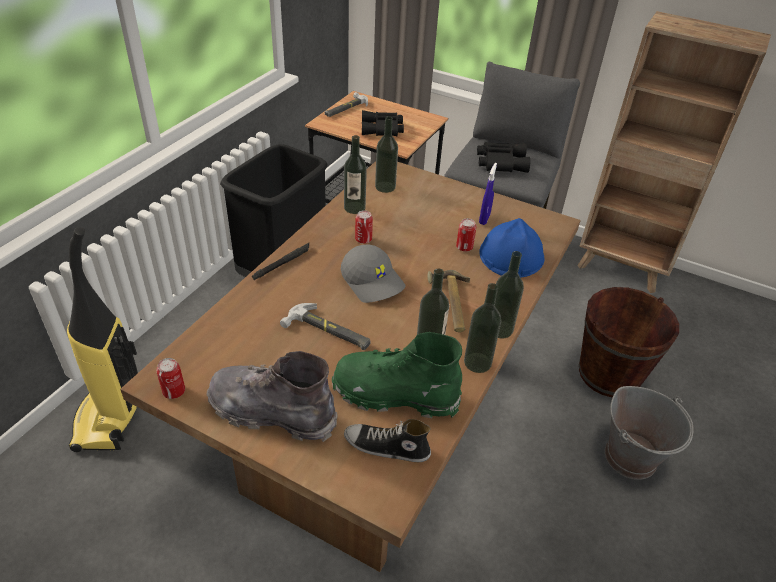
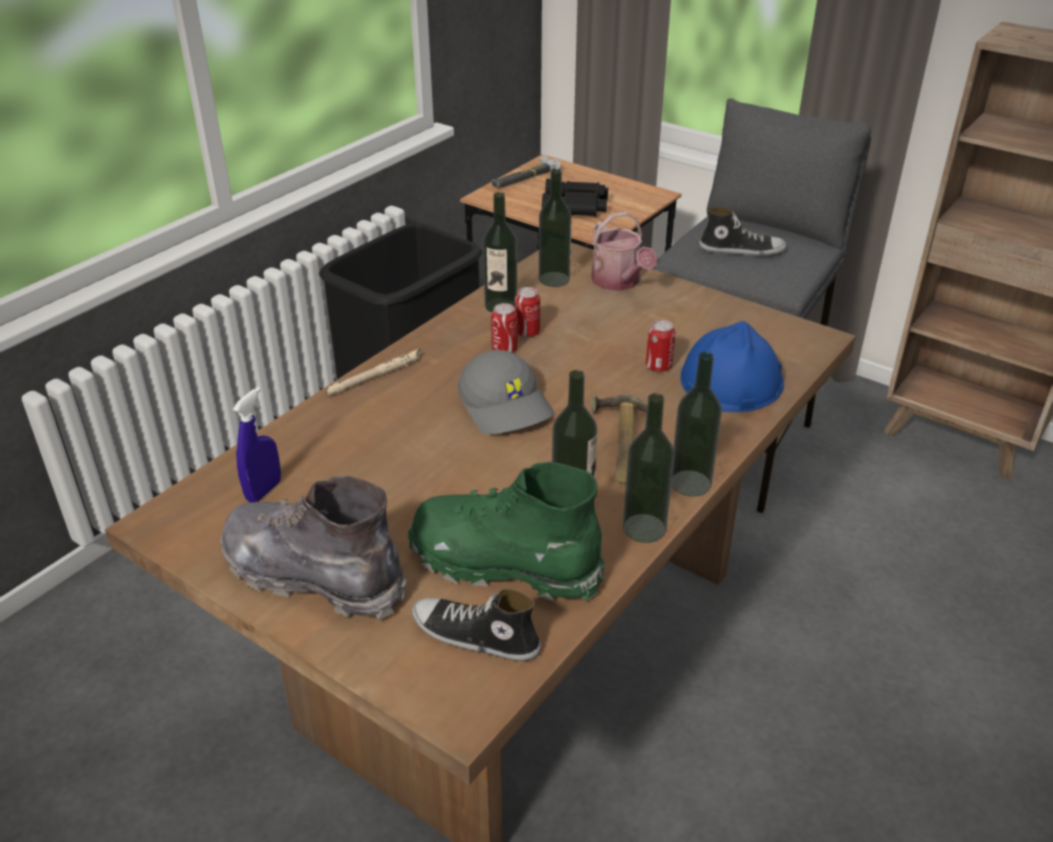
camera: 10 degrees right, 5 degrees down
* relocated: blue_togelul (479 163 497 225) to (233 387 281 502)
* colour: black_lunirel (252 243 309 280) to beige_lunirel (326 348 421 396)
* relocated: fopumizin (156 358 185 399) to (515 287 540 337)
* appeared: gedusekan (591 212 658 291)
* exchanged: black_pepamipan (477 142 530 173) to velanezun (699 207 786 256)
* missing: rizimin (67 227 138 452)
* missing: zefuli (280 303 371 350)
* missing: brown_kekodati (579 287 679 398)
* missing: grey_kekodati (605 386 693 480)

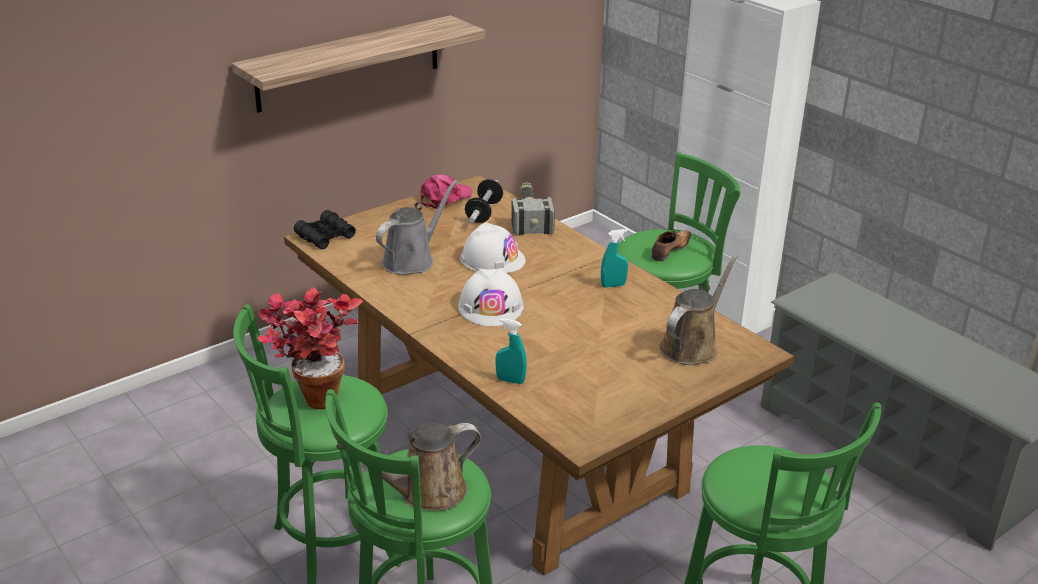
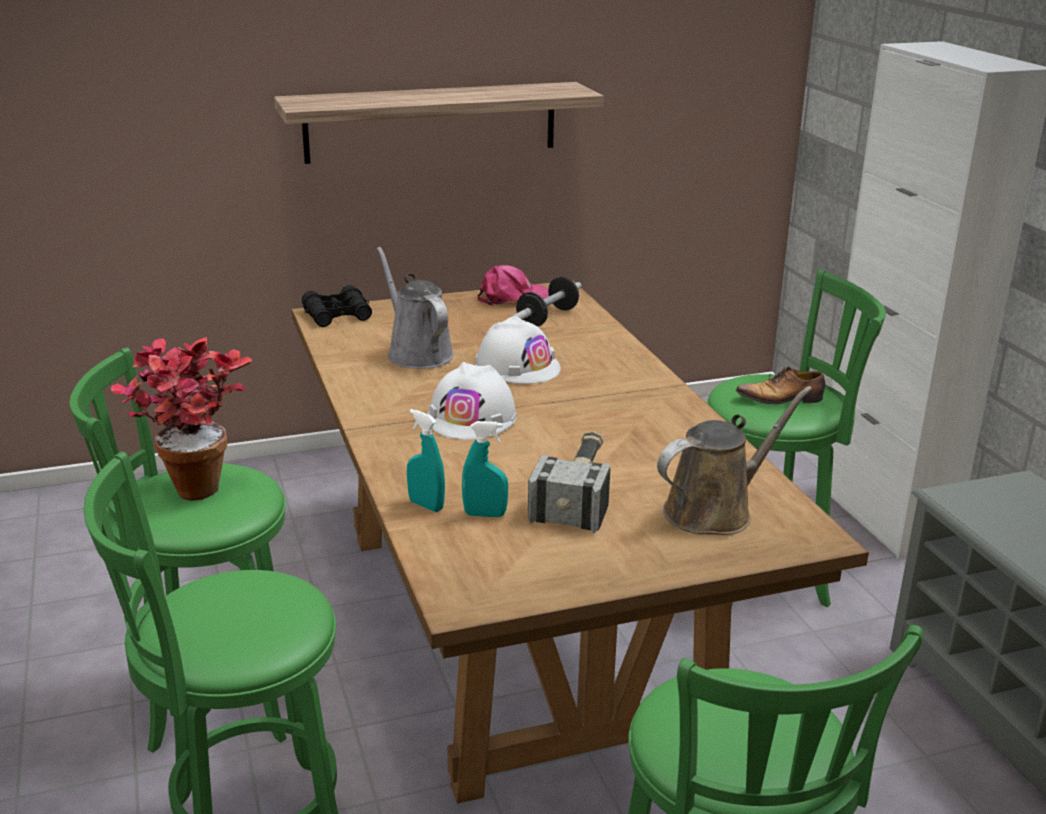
camera: 20 degrees right, 5 degrees down
* spun: grey_gedusekan (376 180 458 275) = (377 247 454 369) 90 degrees counterclockwise
* relocated: turquoise_togelul (601 229 628 288) to (462 421 508 517)
* relocated: zefuli (511 182 555 236) to (528 431 610 533)
* spun: velanezun (652 230 691 261) = (736 366 826 404) 150 degrees counterclockwise
* missing: brown_gedusekan (336 423 481 511)

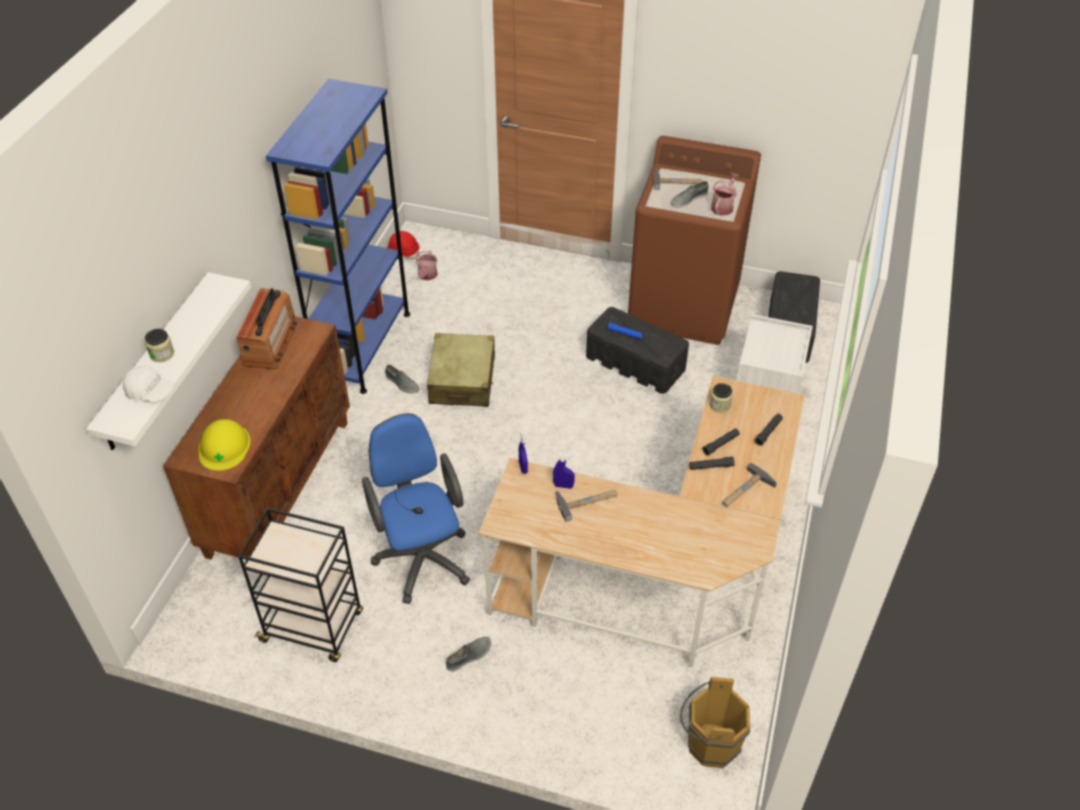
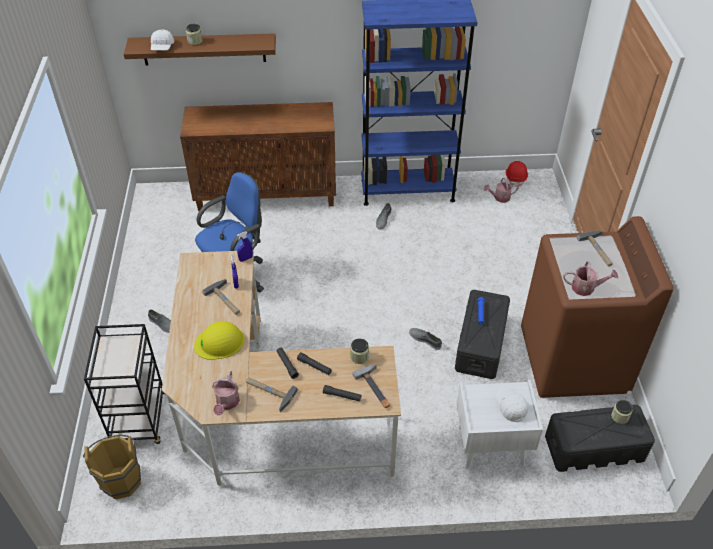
camera: 70 degrees right, 0 degrees up
* relocated: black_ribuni (238 508 363 662) to (84 324 165 444)
* colour: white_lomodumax (86 272 251 450) to brown_lomodumax (124 33 276 66)
* relocated: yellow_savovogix (199 419 251 471) to (194 321 244 360)
* appeared: gedusekan (212 371 240 415)
* appeared: zefuli (353 365 390 408)
* relocated: grey_velanezun (671 181 709 208) to (409 328 442 350)
* appeared: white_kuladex (496 387 528 422)
* appeared: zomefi (611 400 633 424)
* missing: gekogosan (236 288 298 369)
* missing: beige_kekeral (427 333 495 407)

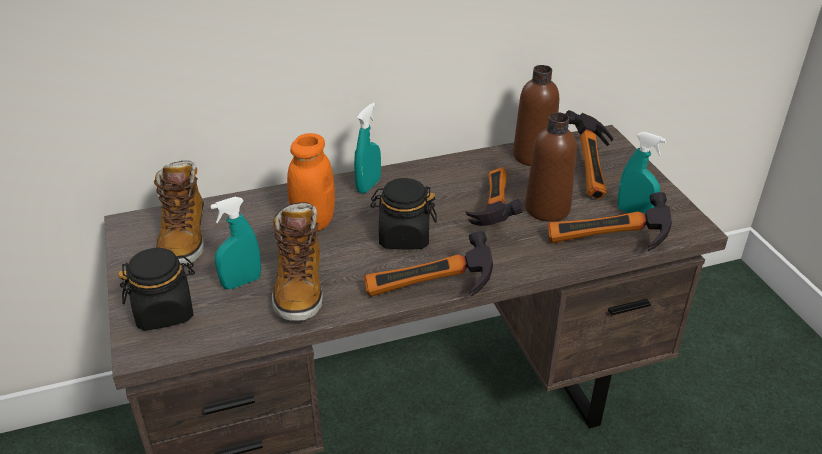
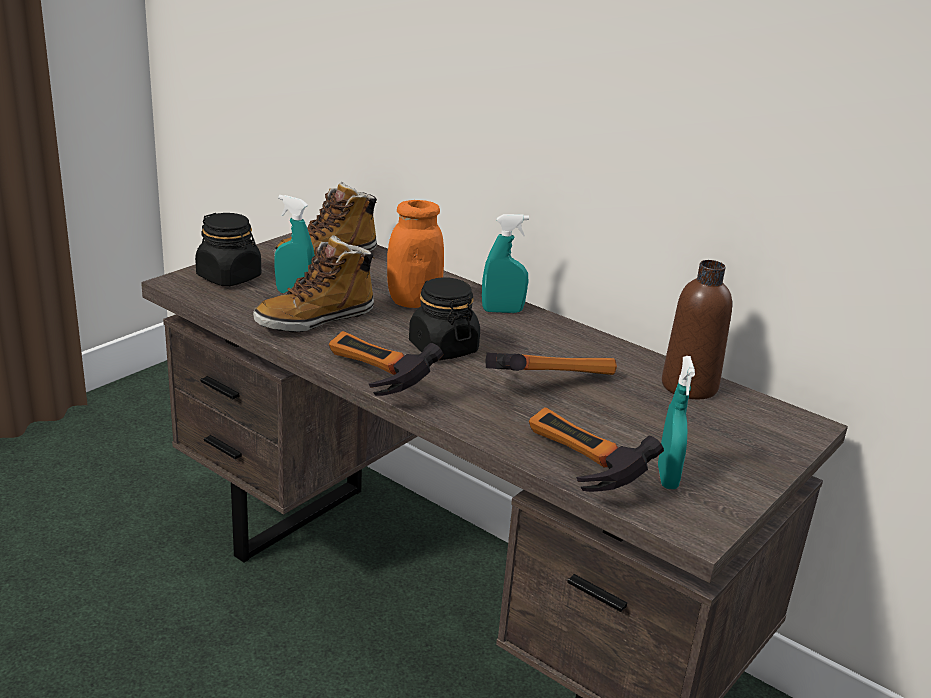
camera: 55 degrees right, 10 degrees down
* missing: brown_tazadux (525 112 577 222)
* missing: zefuli (566 110 613 199)

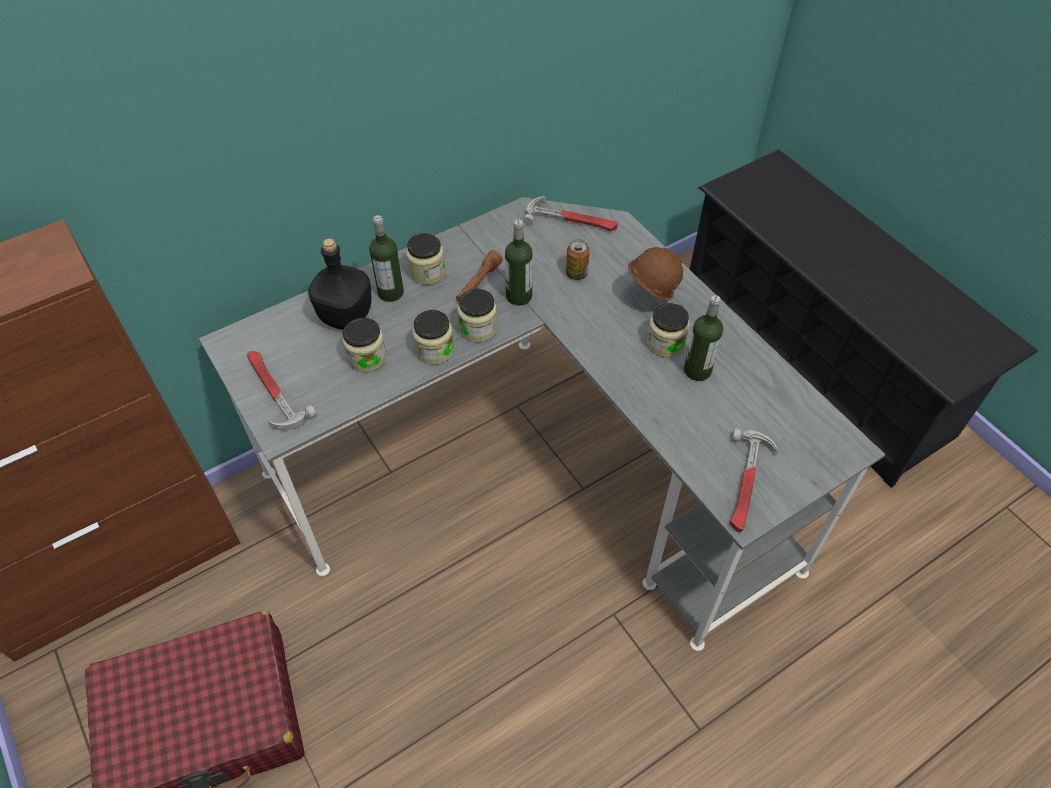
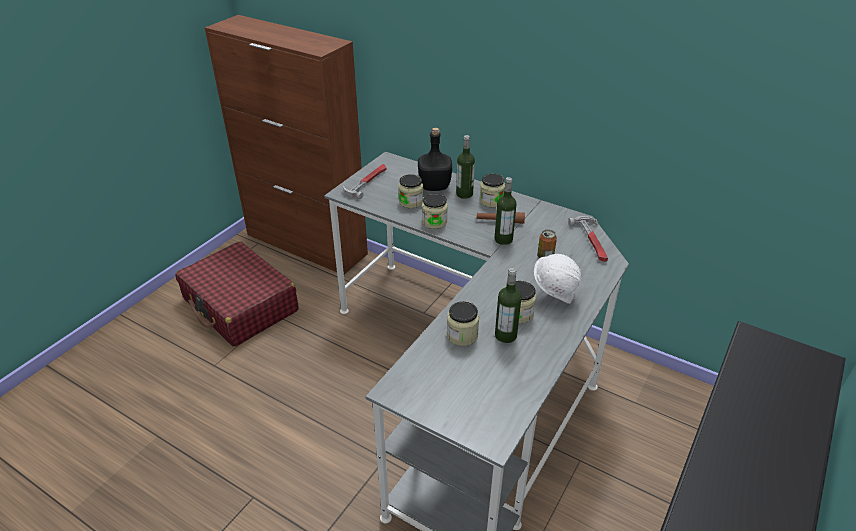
camera: 65 degrees right, 15 degrees down
* relocated: zomefi (457 289 497 342) to (447 301 479 346)
* colour: brown_savovogix (628 247 683 300) to white_savovogix (534 254 581 304)
* missing: zefuli (730 428 778 532)

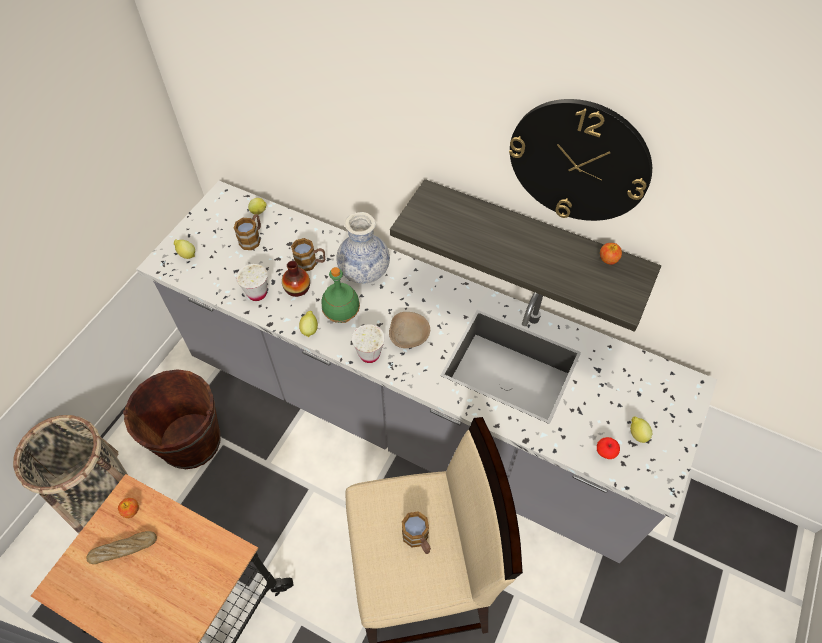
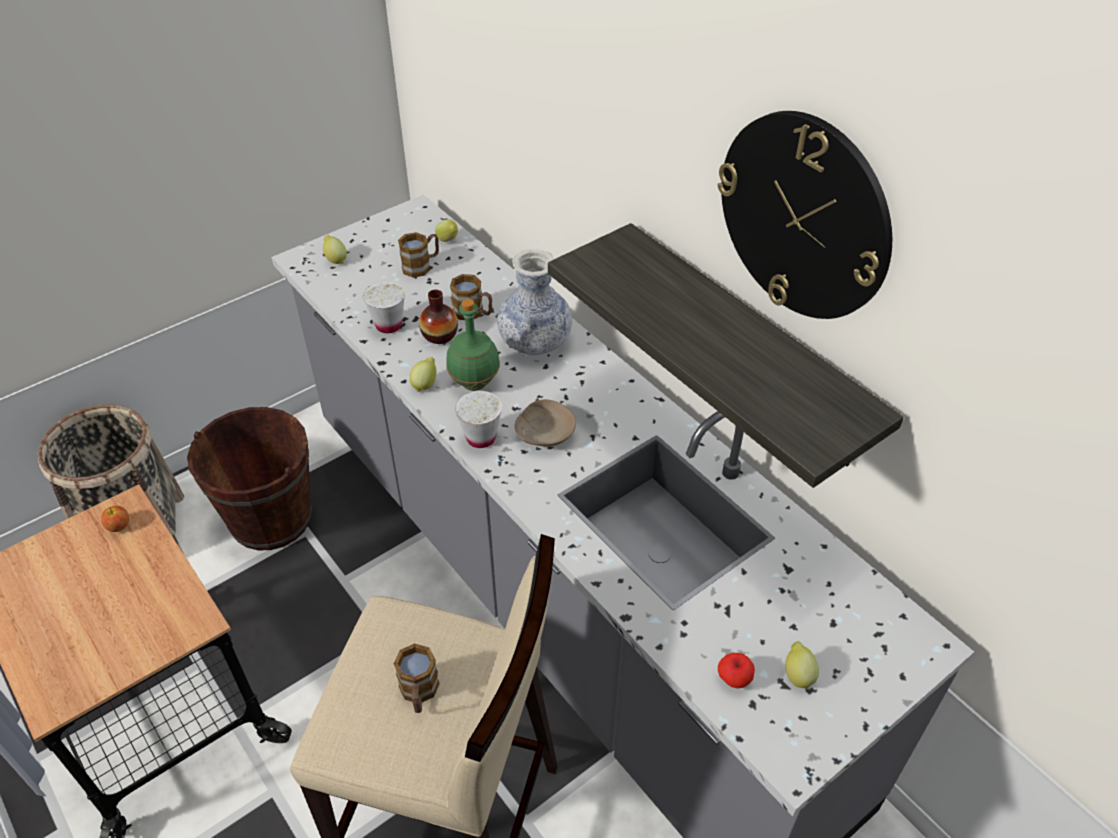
camera: 25 degrees right, 10 degrees down
* missing: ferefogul (86 531 157 564)
* missing: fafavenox (600 243 622 265)

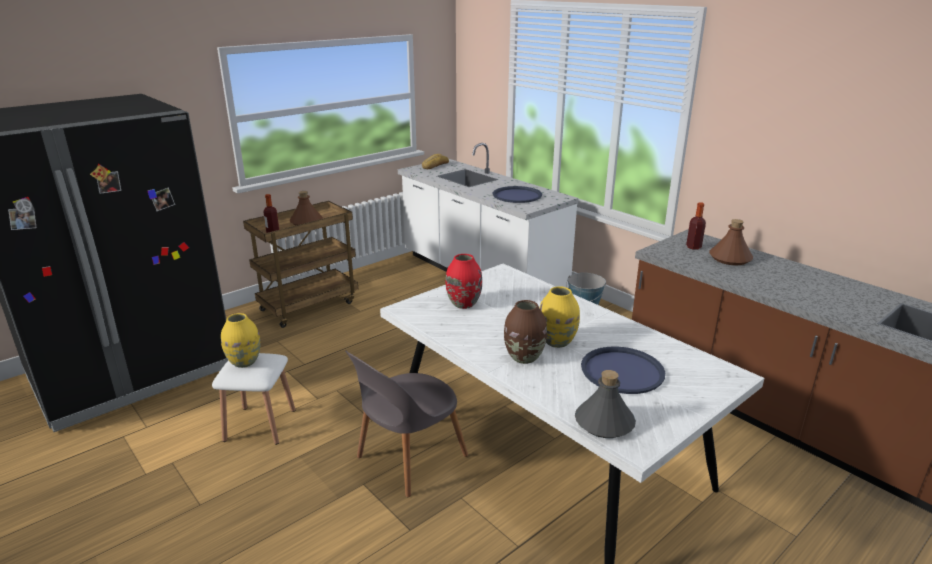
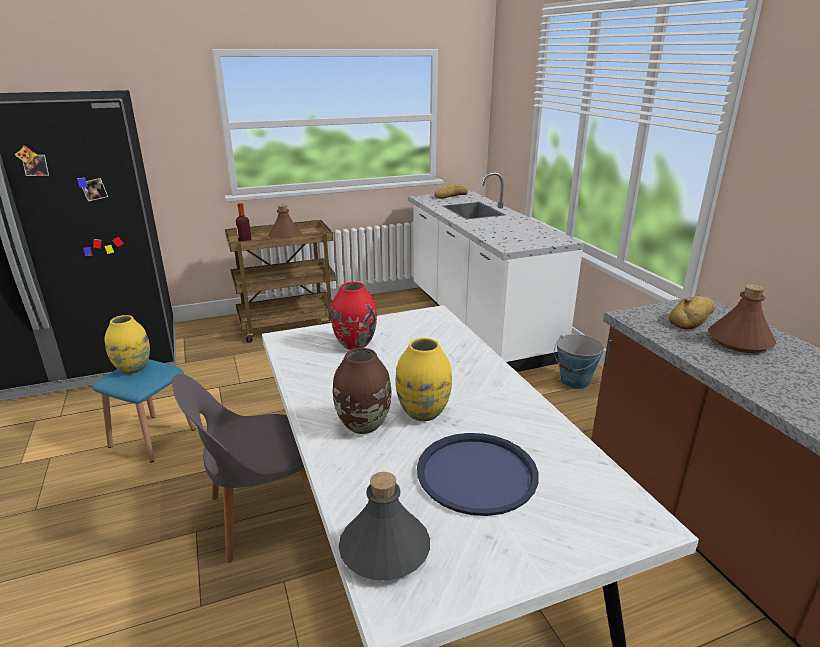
camera: 20 degrees right, 0 degrees up
* colour: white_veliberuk (212 353 296 445) to blue_veliberuk (92 359 196 463)
* exchanged: tazadux (686 202 706 250) to ferefogul (669 296 716 330)
* missing: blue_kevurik (493 186 542 203)

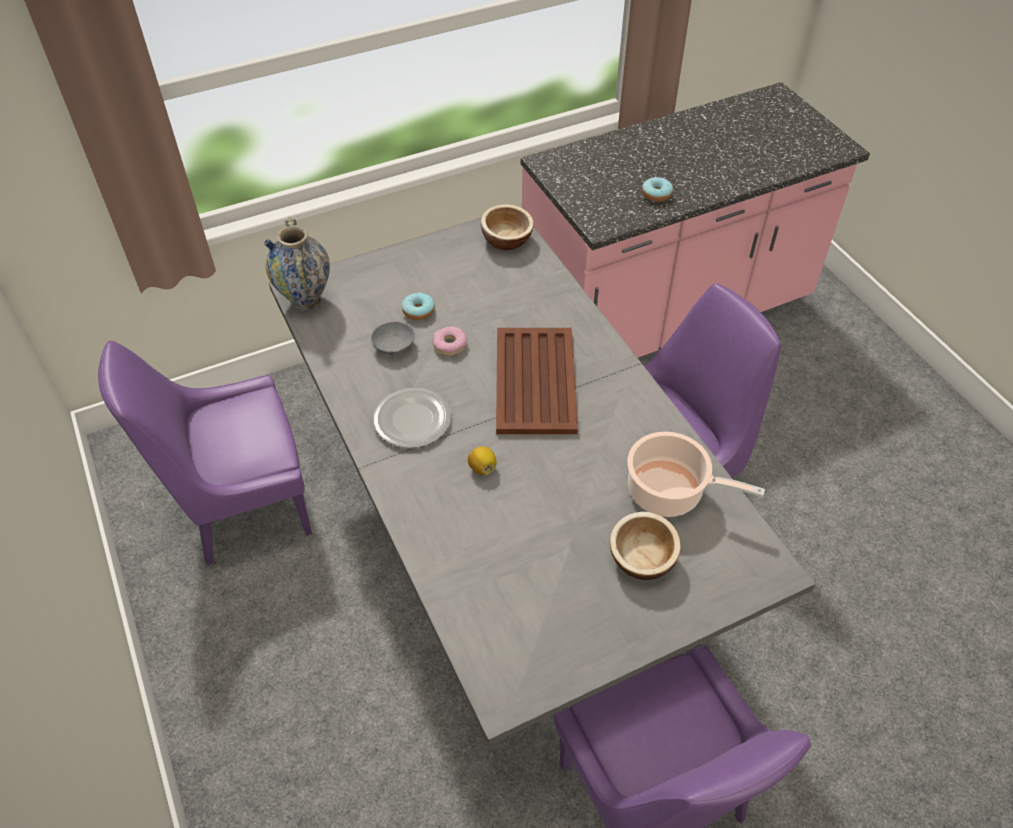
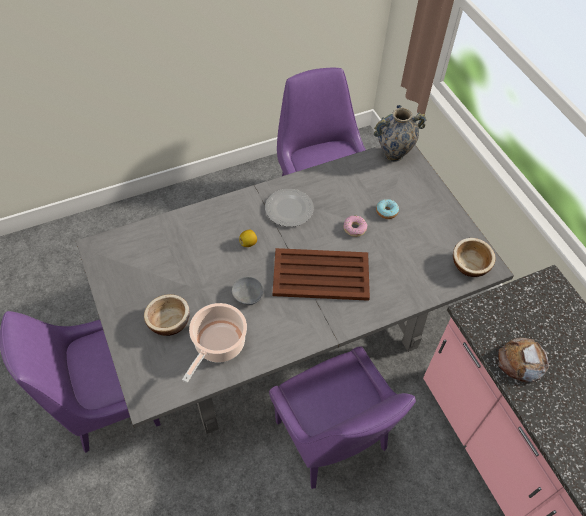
camera: 90 degrees right, 5 degrees up
* relocated: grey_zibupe (371 322 415 355) to (232 277 263 305)
* exchanged: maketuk (642 177 673 202) to ferefogul (498 338 549 383)

